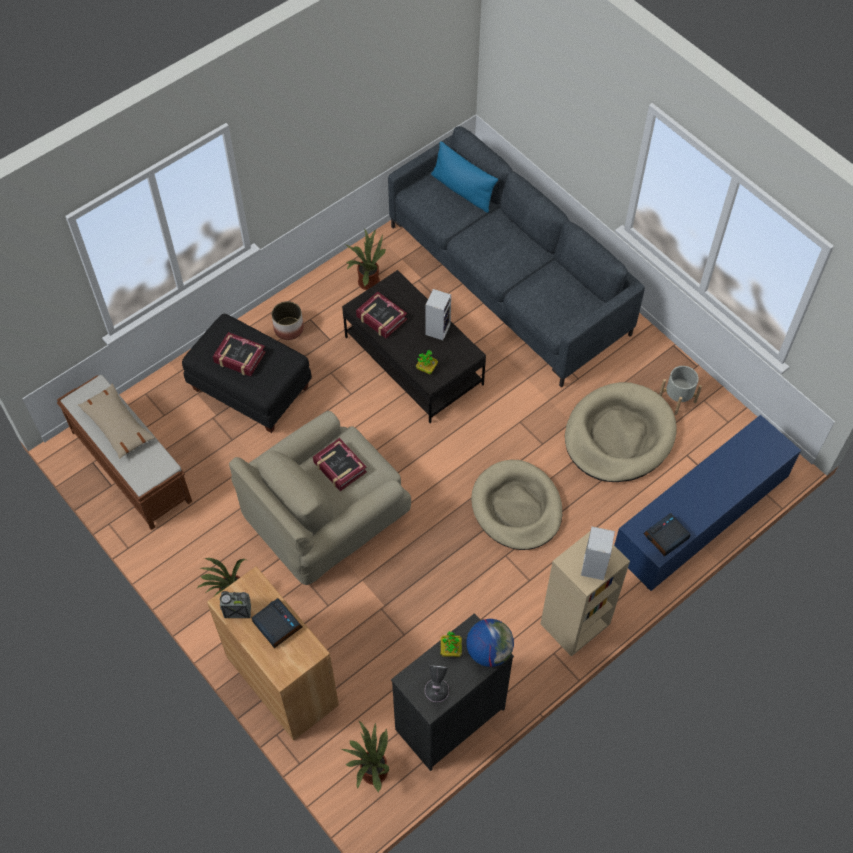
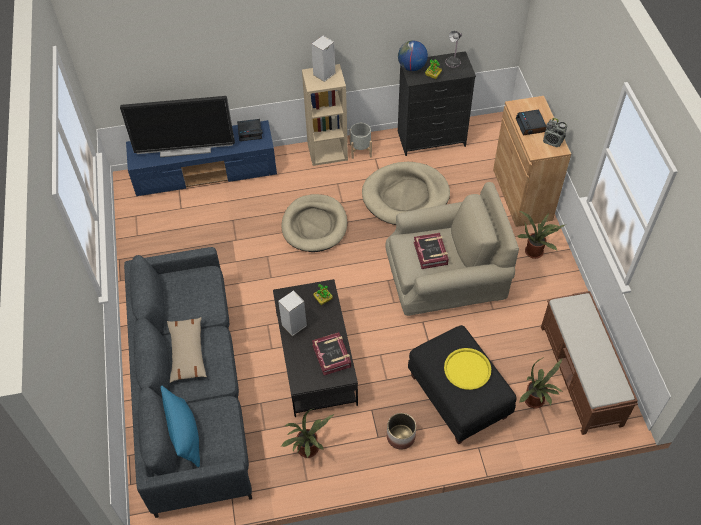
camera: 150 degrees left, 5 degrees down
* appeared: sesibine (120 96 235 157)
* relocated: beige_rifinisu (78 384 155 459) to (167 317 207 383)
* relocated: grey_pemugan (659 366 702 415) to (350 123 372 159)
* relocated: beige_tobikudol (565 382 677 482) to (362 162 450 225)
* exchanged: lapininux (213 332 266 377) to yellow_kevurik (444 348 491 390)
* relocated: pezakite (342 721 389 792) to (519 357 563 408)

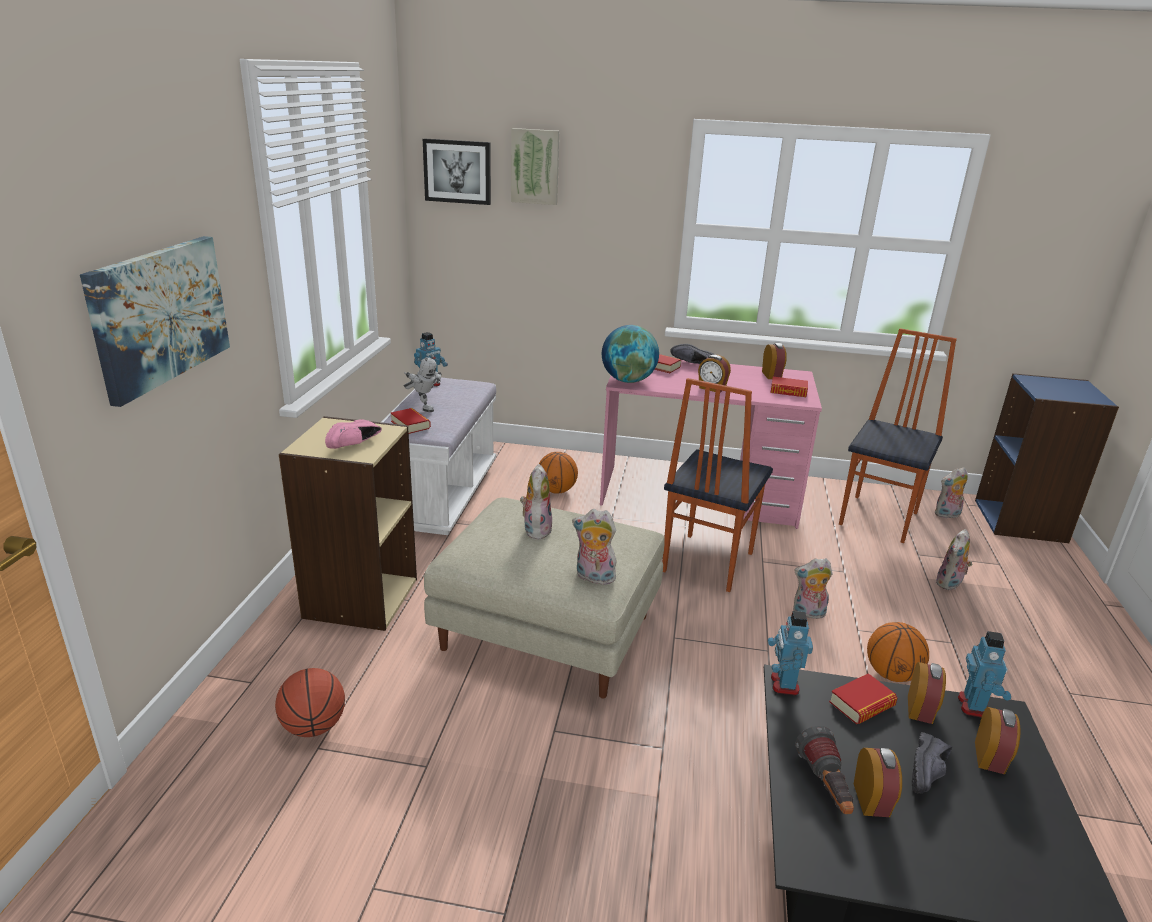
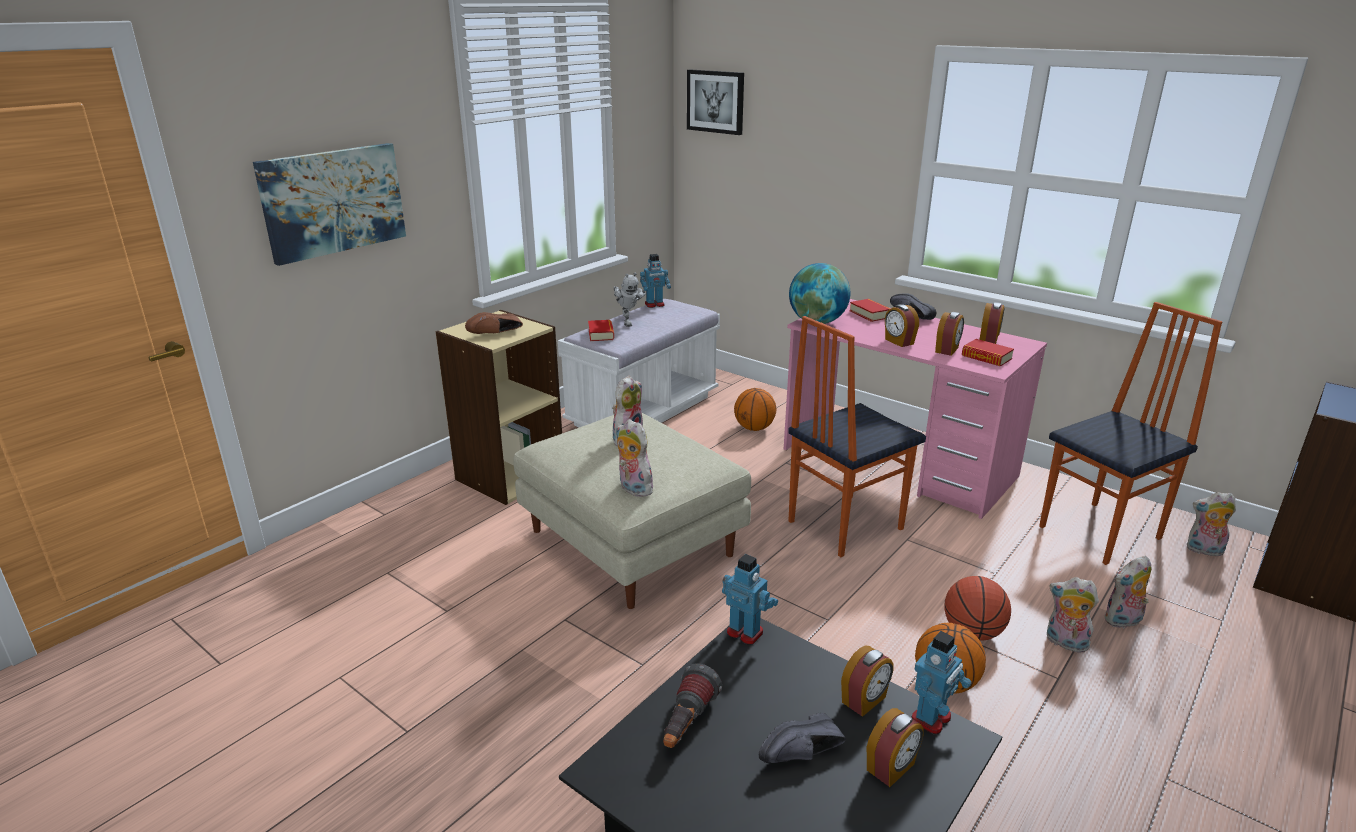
camera: 30 degrees right, 0 degrees up
* colour: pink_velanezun (325 419 382 449) to brown_velanezun (465 312 523 334)
* spun: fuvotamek (768 611 813 696) = (722 554 778 645) 90 degrees clockwise
* relocated: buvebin (854 748 902 817) to (935 312 964 356)
* relocated: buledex (275 668 345 737) to (945 576 1011 641)
* relocated: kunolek (793 558 833 619) to (1047 577 1099 653)
* missing: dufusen (511 128 559 205)
* missing: lapininux (829 673 898 724)

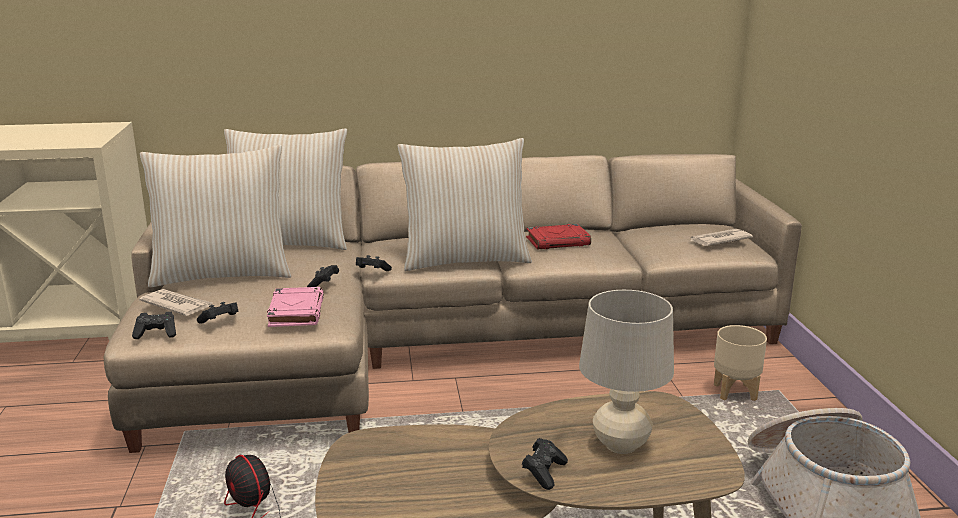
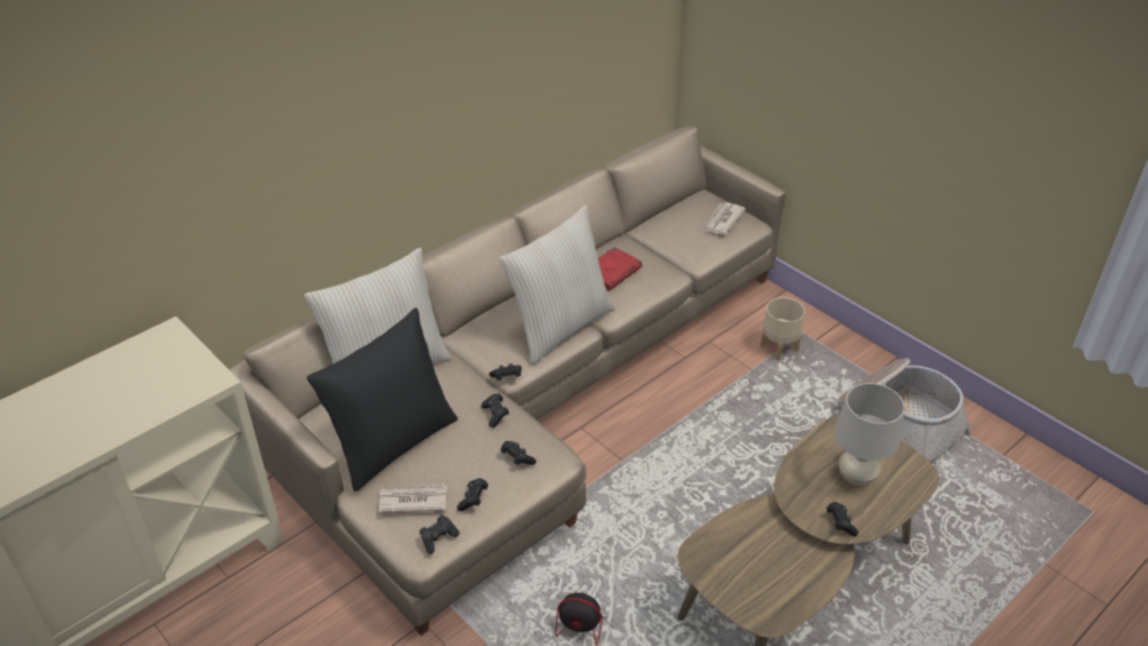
camera: 35 degrees left, 20 degrees up
* colour: beige_rifinisu (140 145 291 287) to black_rifinisu (307 308 458 492)
* exchanged: pink_lapininux (267 287 324 327) to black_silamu (501 441 536 465)

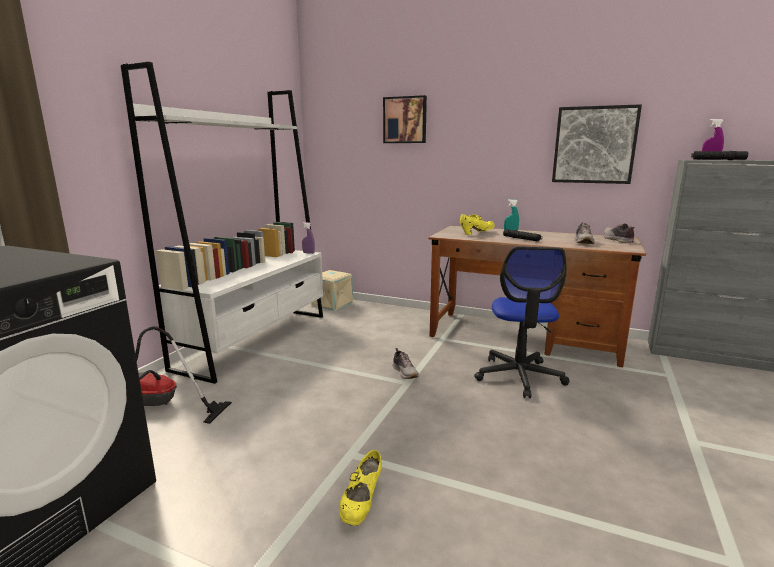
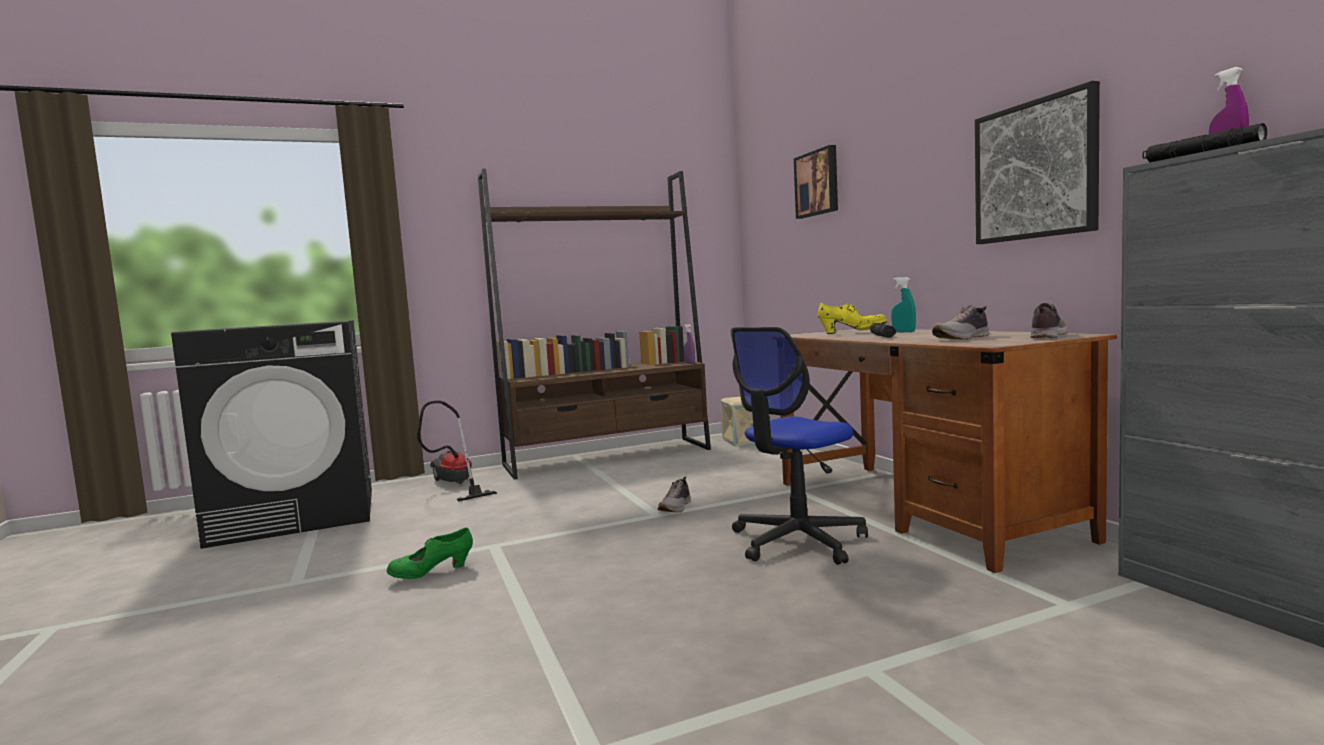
camera: 45 degrees right, 10 degrees down
* colour: yellow_velanezun (340 450 382 525) to green_velanezun (387 528 473 579)
* colour: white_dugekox (121 62 323 384) to brown_dugekox (478 168 711 480)

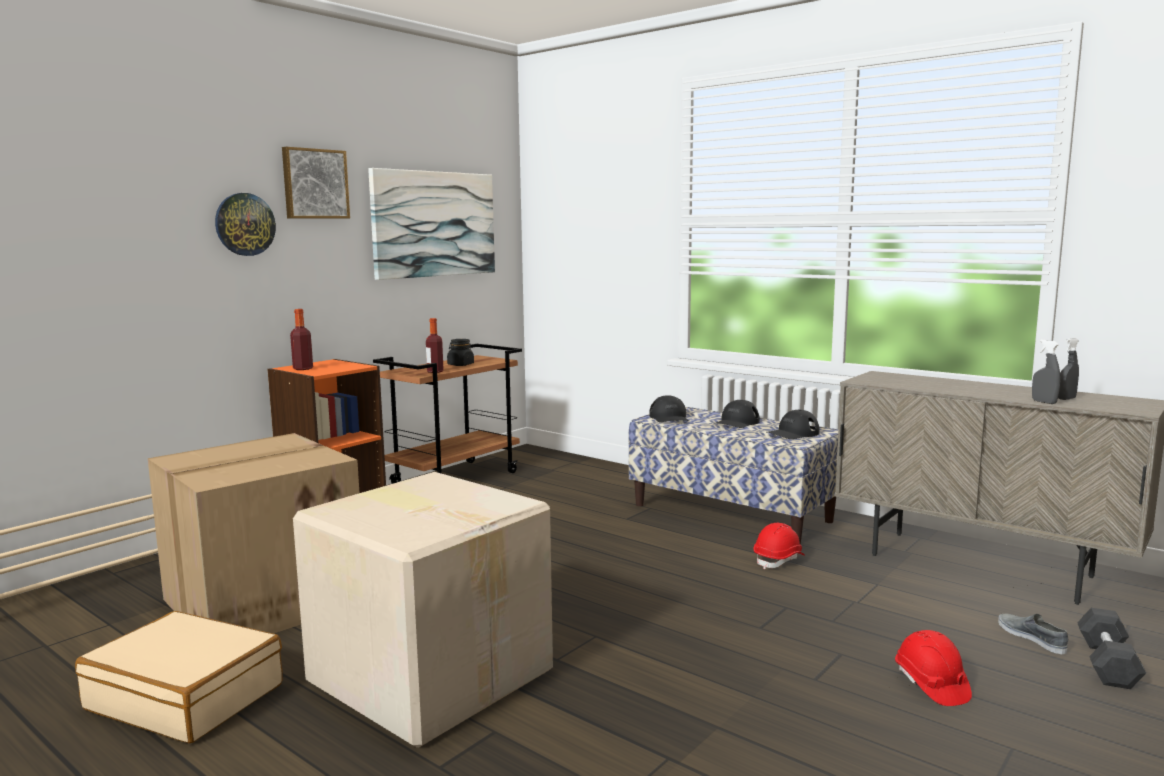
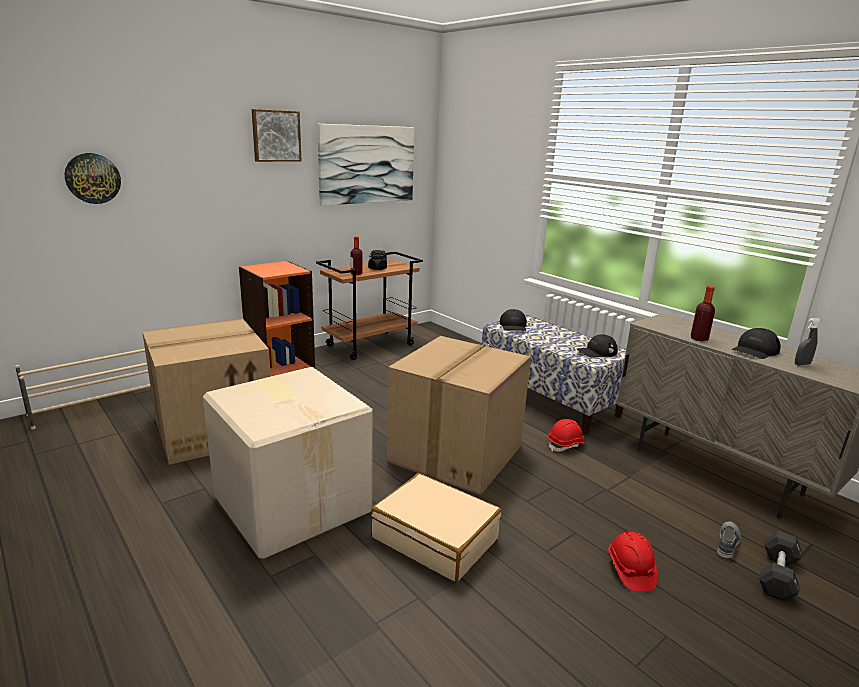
camera: 10 degrees right, 10 degrees up
* relocated: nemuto (215 193 276 256) to (65 153 121 204)
* relocated: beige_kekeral (75 611 283 743) to (371 473 502 582)
* appeared: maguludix (387 336 531 495)
* relocated: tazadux (290 309 313 370) to (691 286 715 342)
* spun: grey_velanezun (998 614 1068 654) = (717 521 741 558) 45 degrees clockwise
* relocated: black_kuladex (716 400 760 428) to (732 328 781 359)
* missing: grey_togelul (1032 340 1061 404)

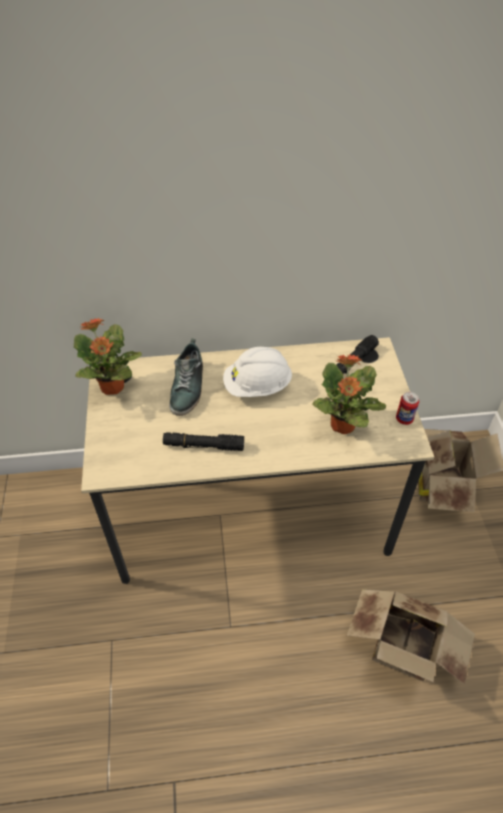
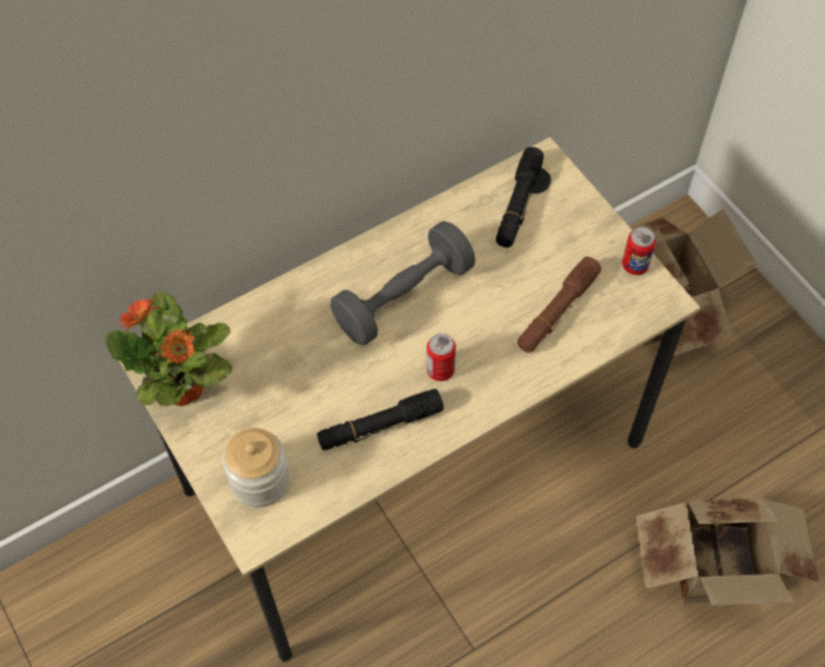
camera: 25 degrees left, 10 degrees up
* appeared: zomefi (222 428 290 507)
* exchanged: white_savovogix (223 347 292 397) to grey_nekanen (330 221 475 345)
* appeared: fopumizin (427 333 456 381)
* exchanged: pezakite (312 354 386 434) to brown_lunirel (517 257 601 353)
* missing: velanezun (170 338 203 416)

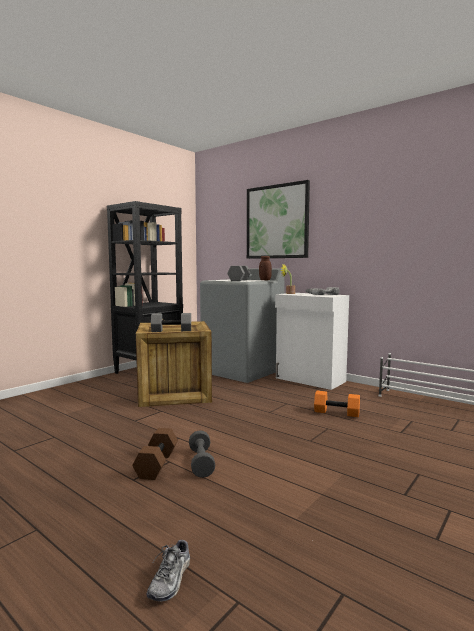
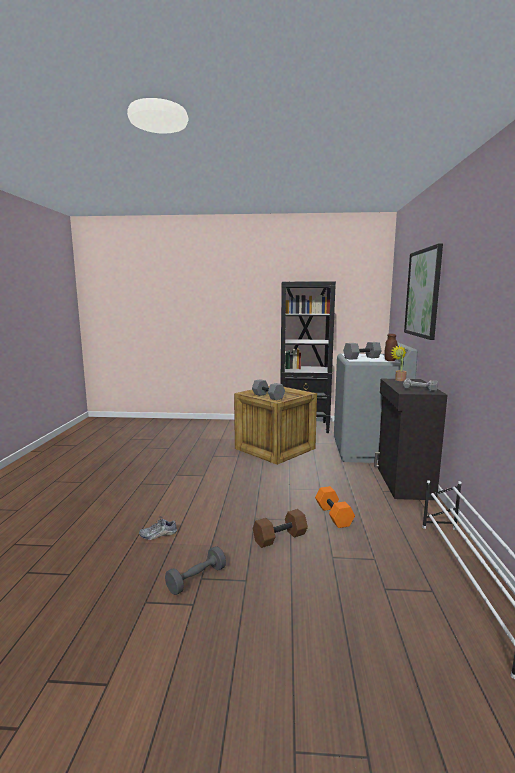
camera: 55 degrees right, 5 degrees up
* relocated: velanezun (147 538 190 602) to (139 516 177 540)
* relocated: grey_nekanen (189 430 215 478) to (165 546 226 595)
* relocated: brown_nekanen (132 428 178 480) to (253 509 308 548)
* colour: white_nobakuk (275 293 349 390) to black_nobakuk (374 379 447 500)

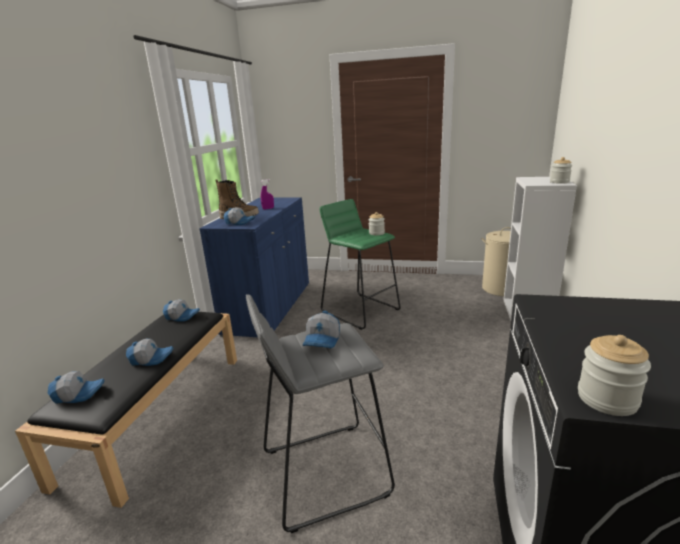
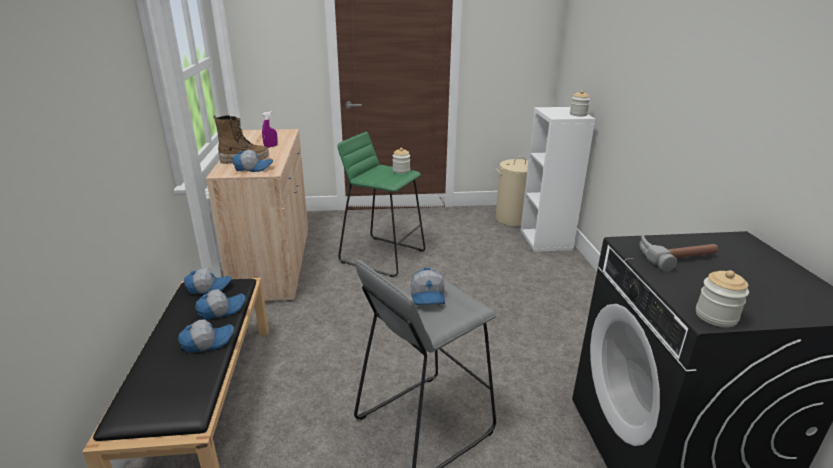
camera: 20 degrees left, 5 degrees up
* relocated: kuladex (48 371 104 403) to (195 289 246 319)
* colour: blue_nobakuk (199 197 309 337) to beige_nobakuk (206 129 308 302)
* appeared: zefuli (640 235 718 272)

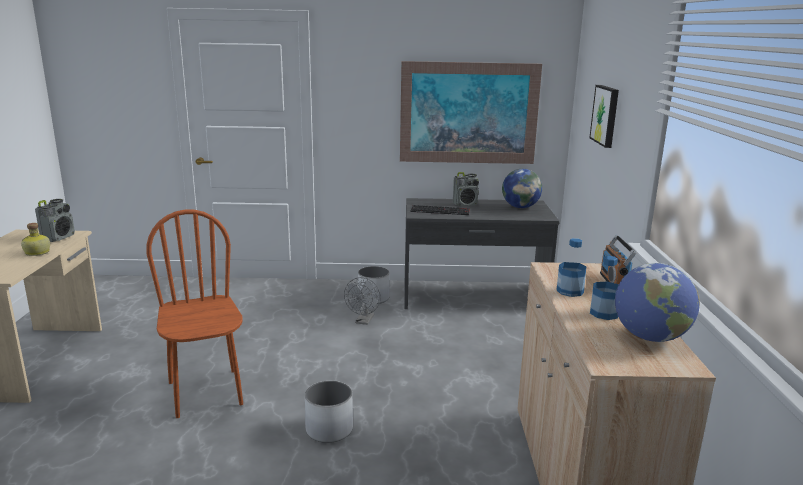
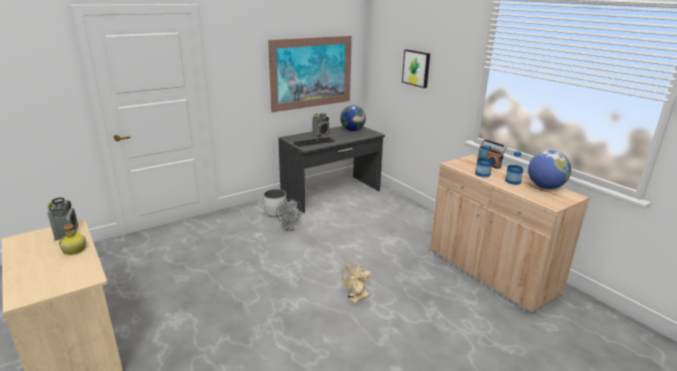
camera: 35 degrees left, 5 degrees up
* exchanged: white_pemugan (305 381 353 443) to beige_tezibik (341 261 371 303)
* missing: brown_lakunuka (146 209 243 418)

